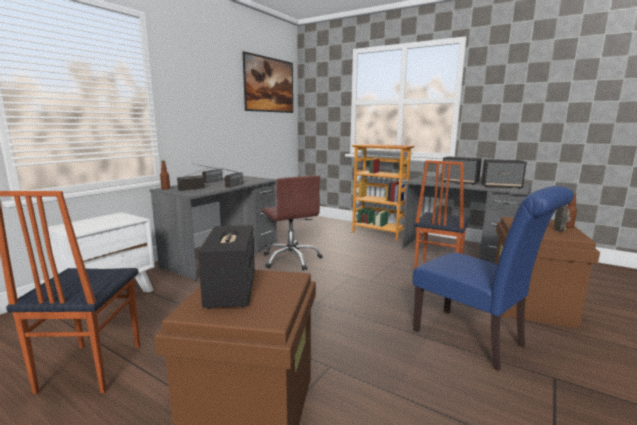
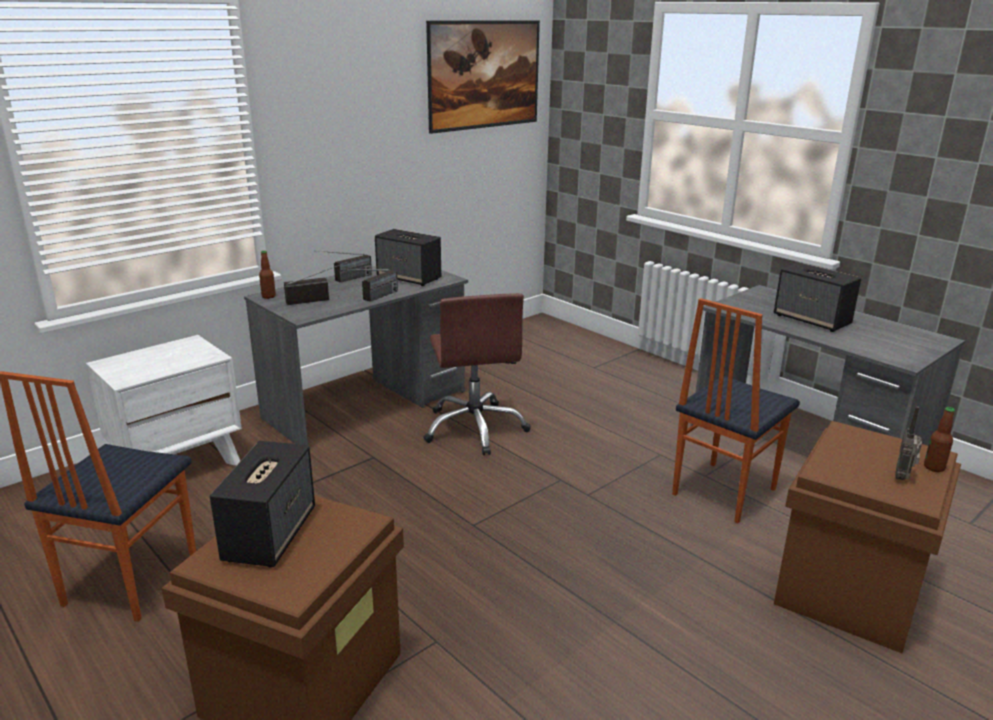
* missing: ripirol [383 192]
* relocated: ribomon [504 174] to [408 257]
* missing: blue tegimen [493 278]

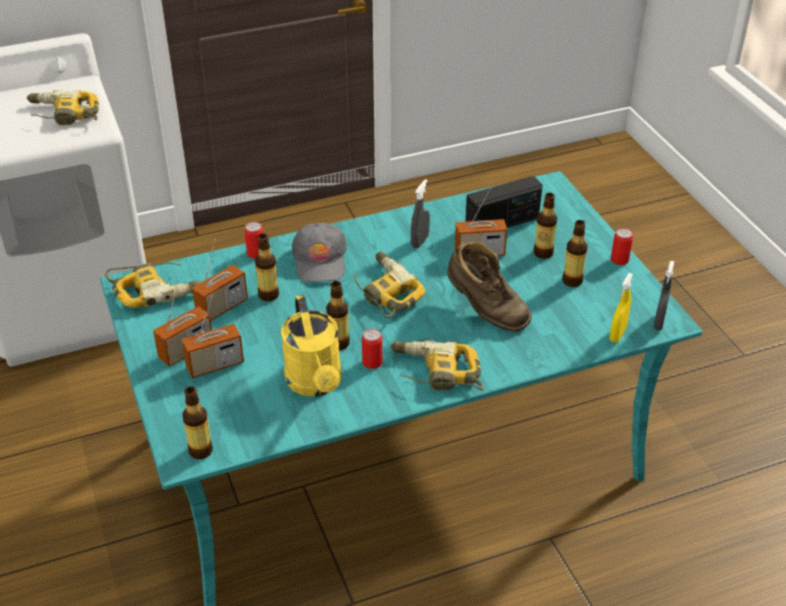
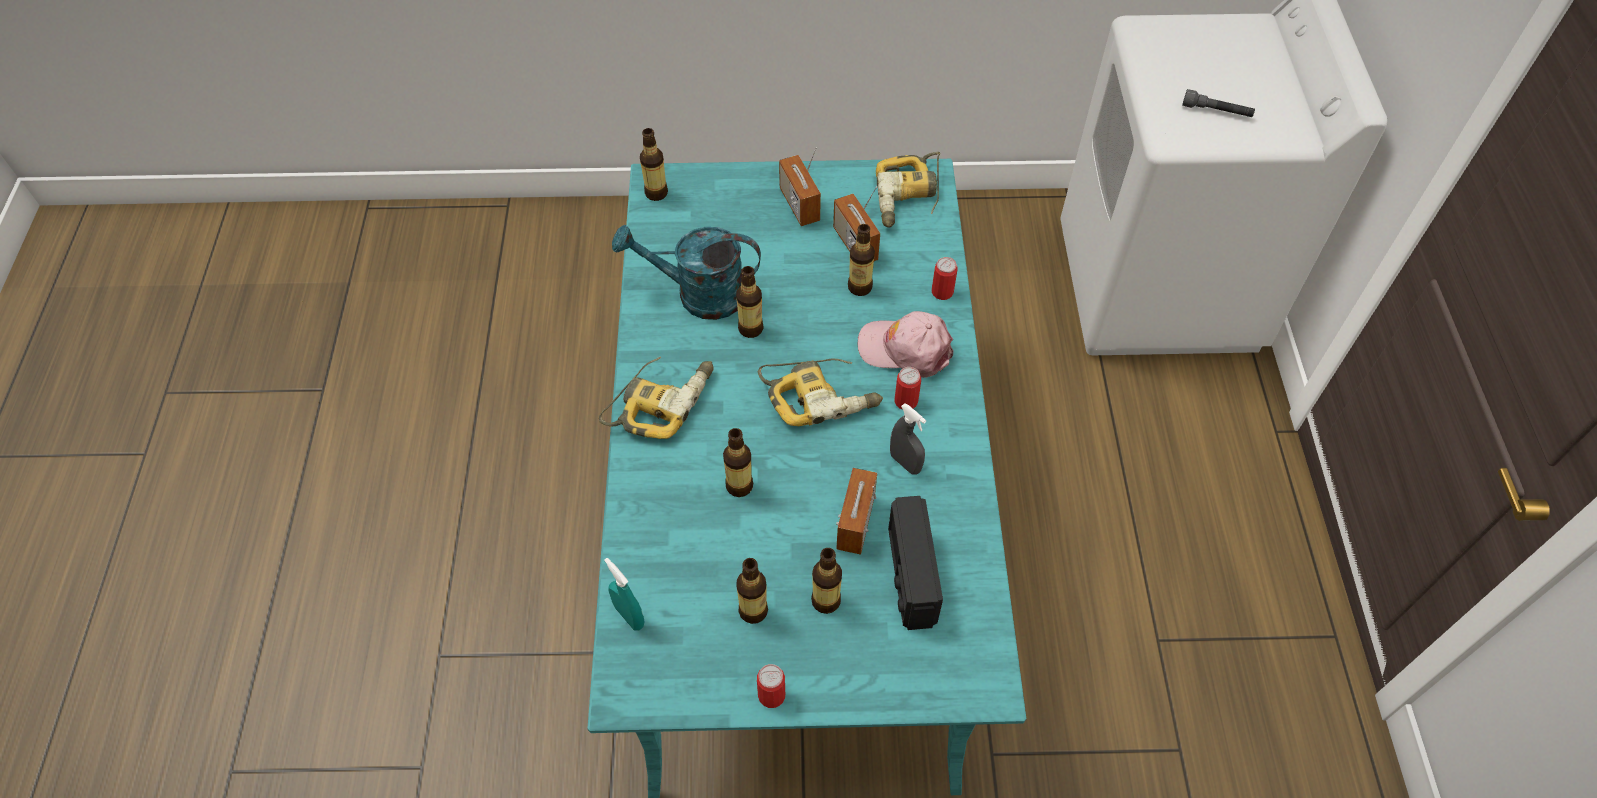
* exchanged: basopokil [63 107] to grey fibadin [1218 103]
* colour: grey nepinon [319 252] to pink nepinon [906 344]
* exchanged: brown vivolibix [489 286] to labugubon [738 462]
* missing: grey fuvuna [663 295]
* colour: yellow fuvuna [621 308] to turquoise fuvuna [624 594]
* missing: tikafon [213 336]
* colour: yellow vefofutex [311 346] to turquoise vefofutex [686 272]
* relocated: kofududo [372 349] to [908 388]

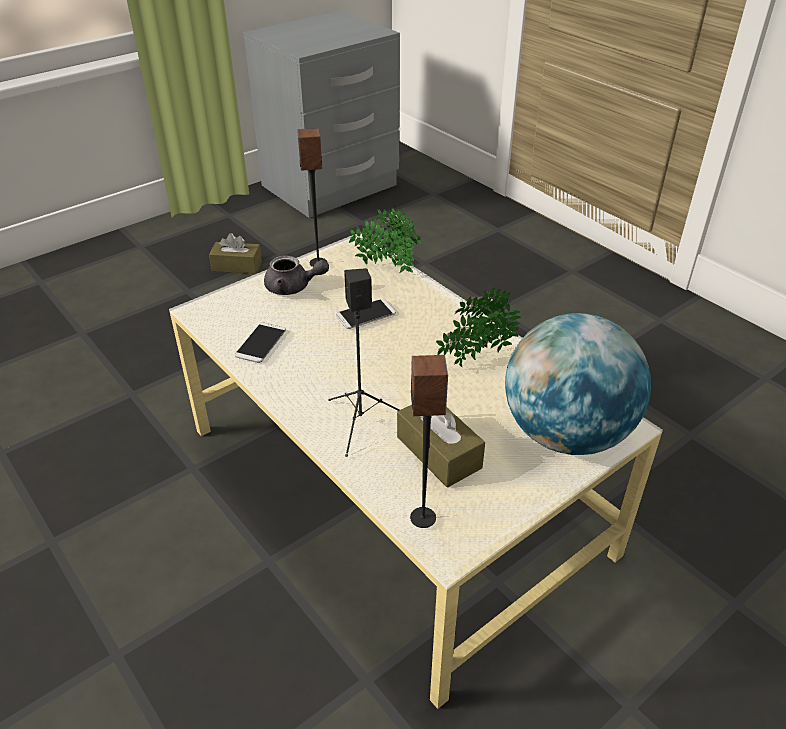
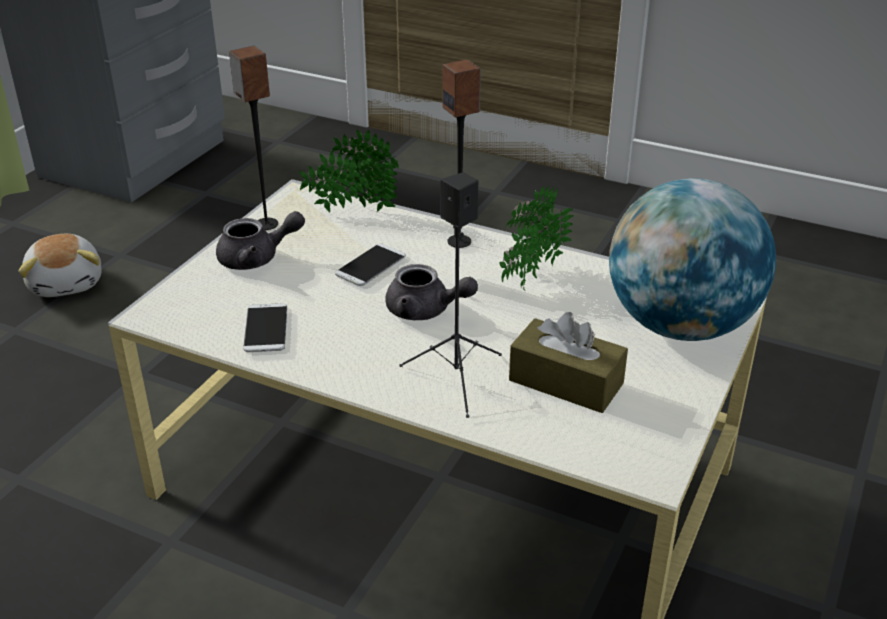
* exchanged: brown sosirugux [235 253] to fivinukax [60 265]
* relocated: ribomon [429 441] to [462 154]
* appeared: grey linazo [431 292]

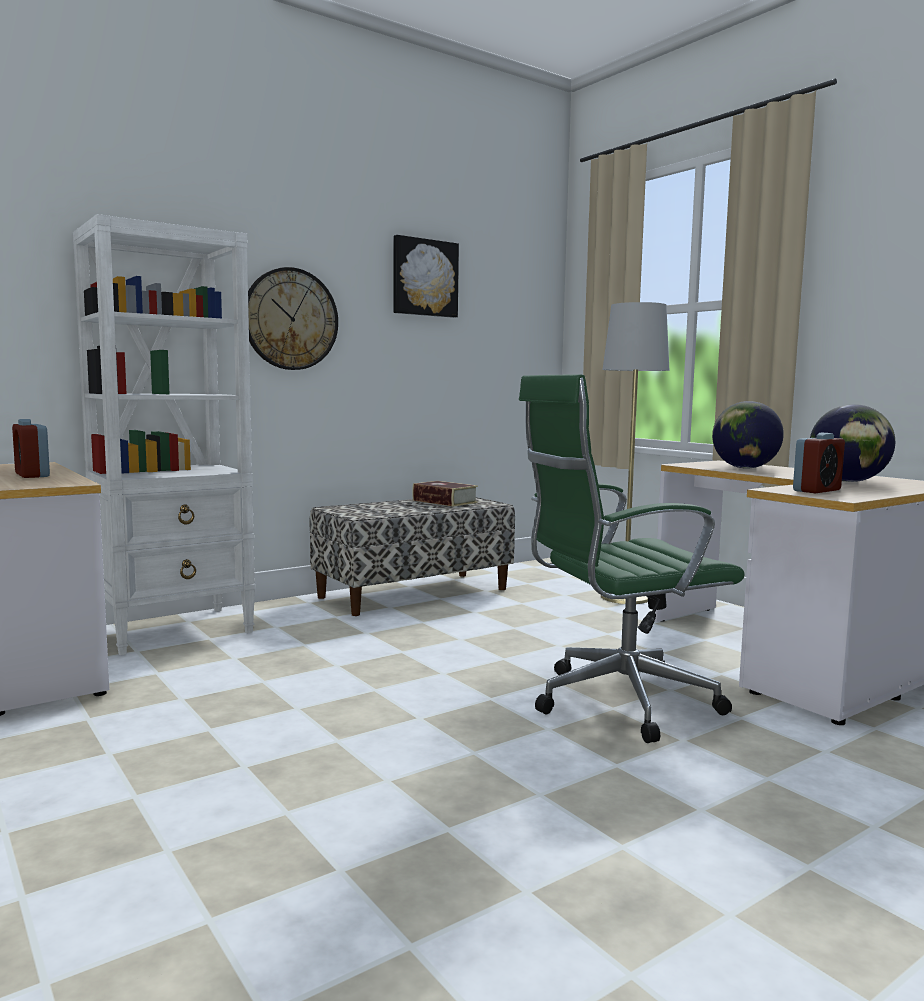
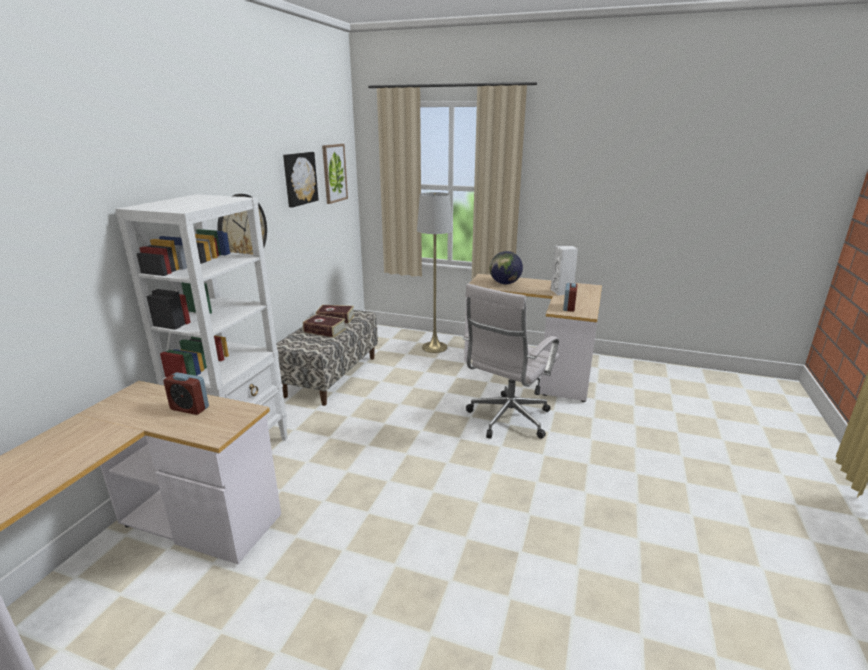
* colour: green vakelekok [632 558] to white vakelekok [511 361]
* exchanged: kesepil [852 443] to white ribomon [564 270]
* appeared: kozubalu [335 174]
* appeared: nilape [324 326]

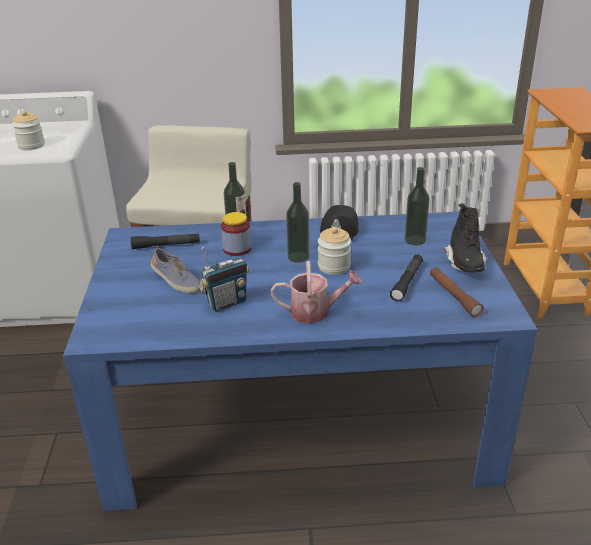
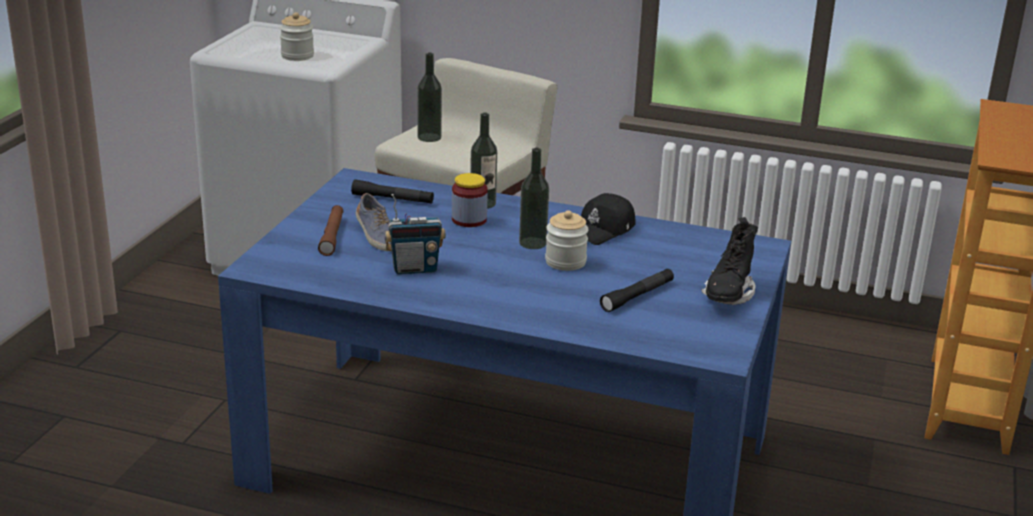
* relocated: labugubon [417 206] to [429 97]
* missing: vefofutex [316 292]
* relocated: brown fibadin [456 292] to [330 230]

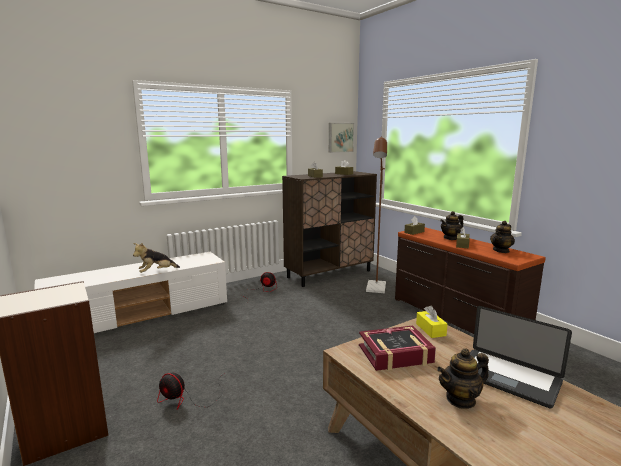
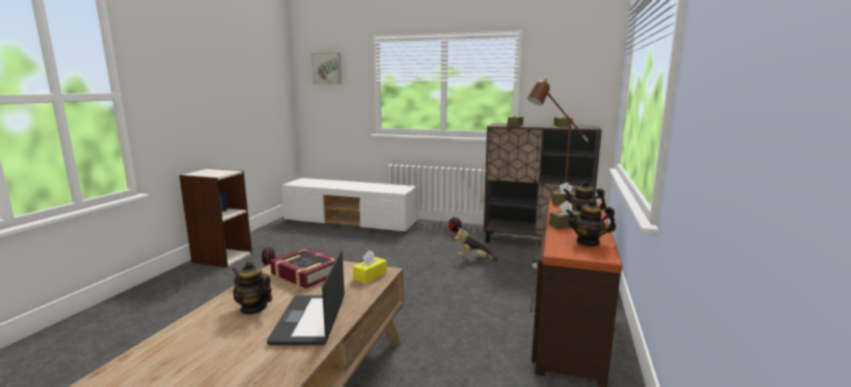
* relocated: kozubalu [341 138] to [326 68]
* relocated: fivinukax [156 258] to [476 244]

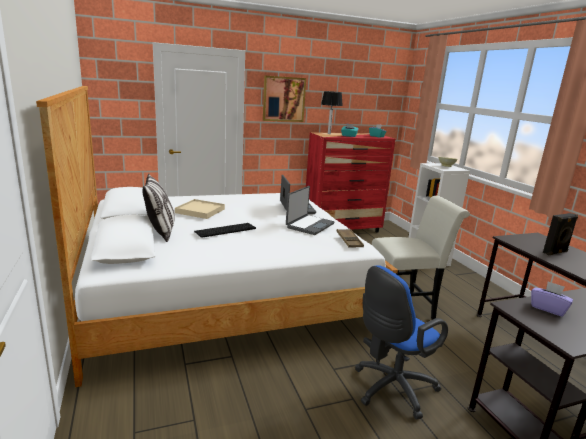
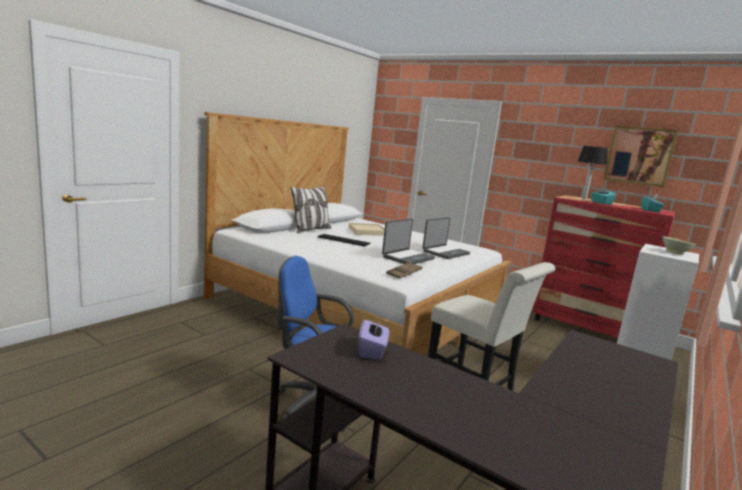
* relocated: kozubalu [284 98] to [641 156]
* spun: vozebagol [310 210] = [408 241] 45 degrees counterclockwise
* missing: black ribomon [560 234]

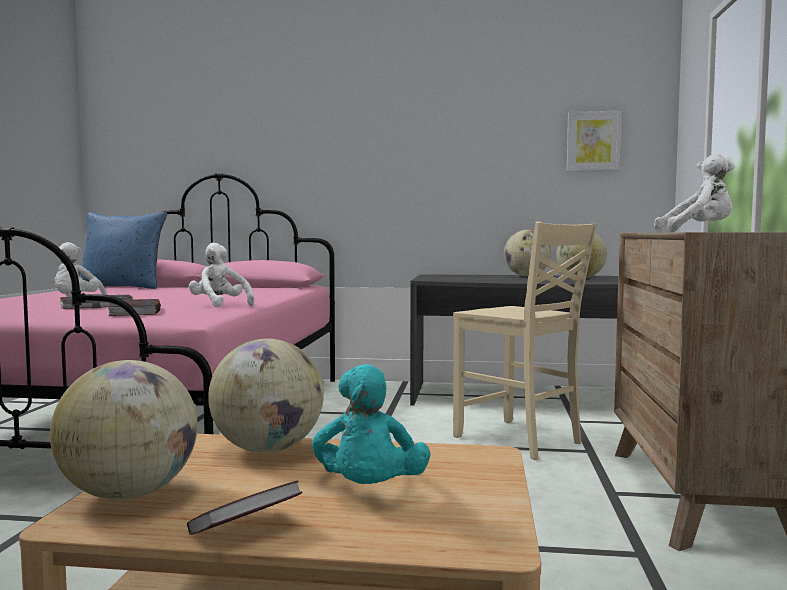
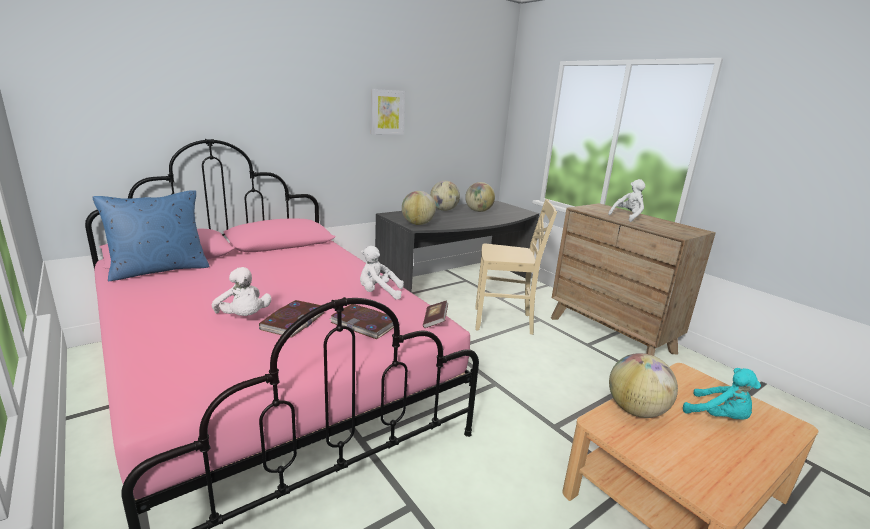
* relocated: kozubalu [594 141] to [388 112]
* relocated: kesepil [124 430] to [419 208]
* relocated: nilape [245 508] to [435 314]

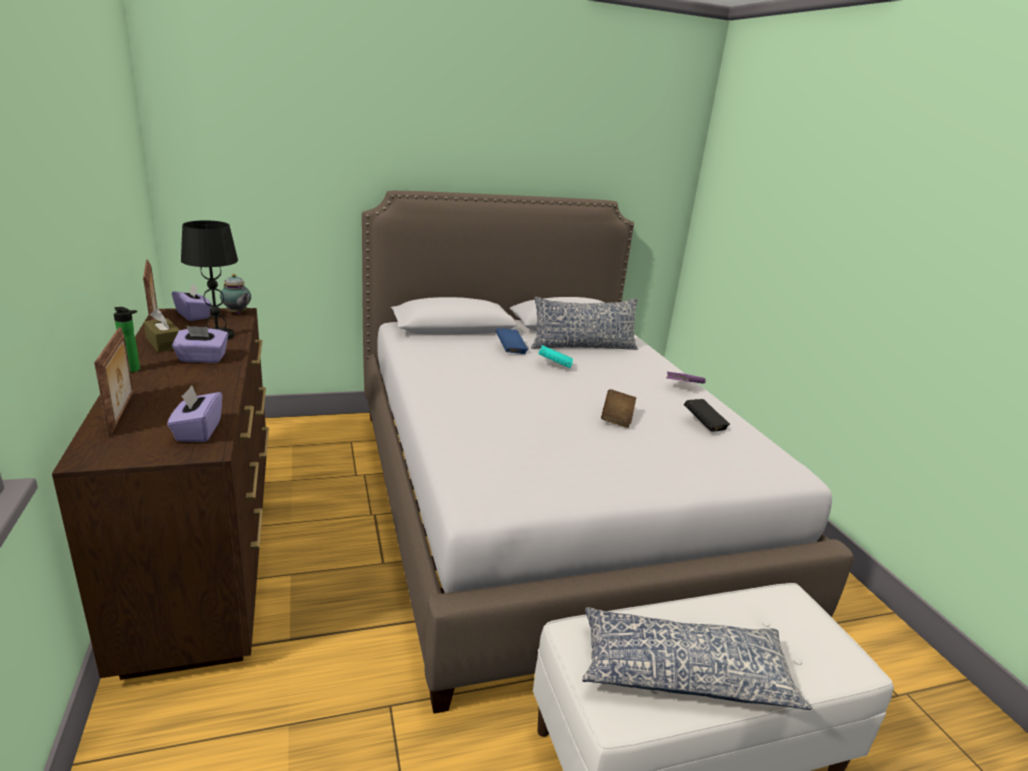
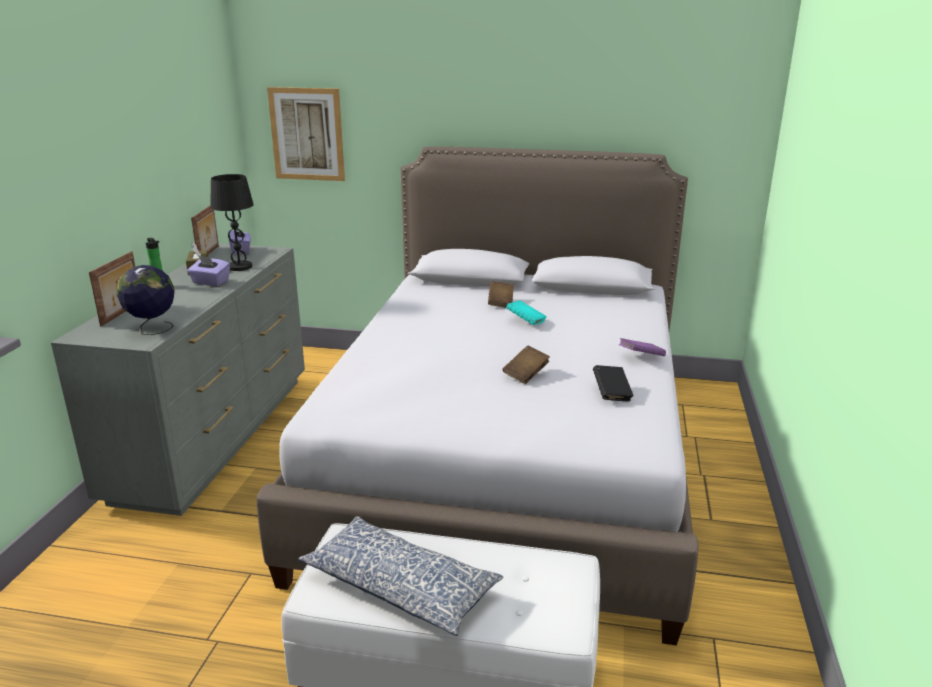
* missing: linazo [235 294]
* missing: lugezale [584 323]
* colour: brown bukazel [160 494] to grey bukazel [178 380]
* colour: blue nilape [511 341] to brown nilape [501 294]
* exchanged: purple sosirugux [194 413] to kesepil [145 300]
* appeared: kozubalu [306 134]

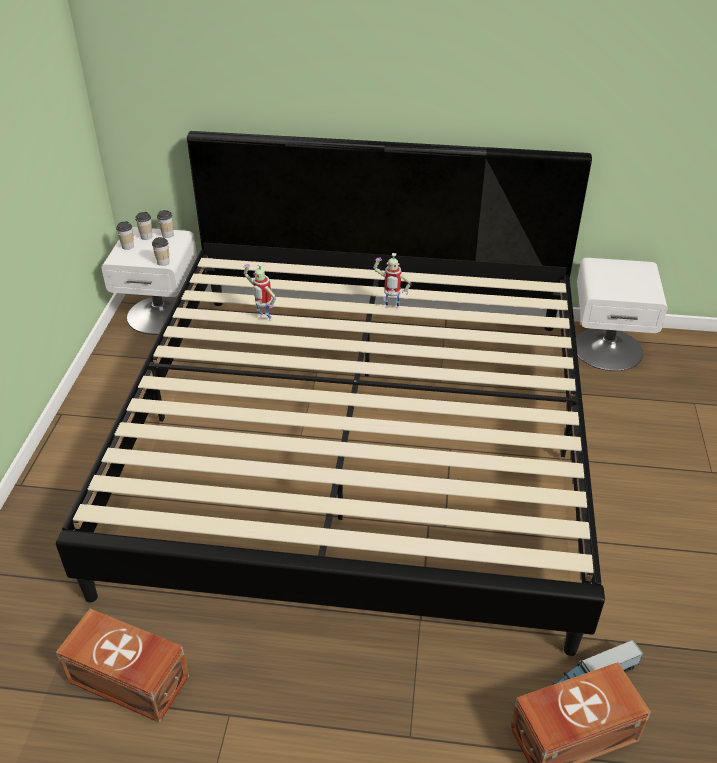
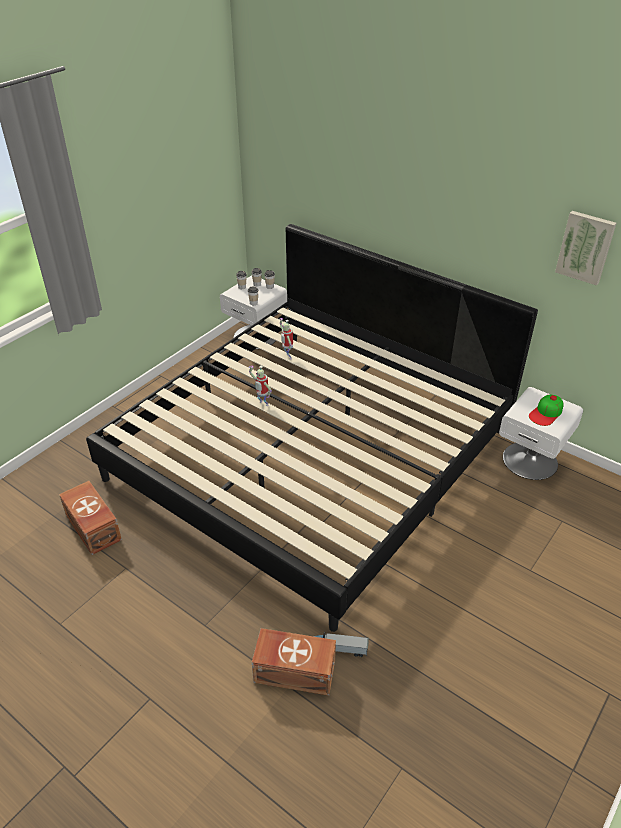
* relocated: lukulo [392 281] to [260 386]
* appeared: kozubalu [586 248]
* appeared: nepinon [546 410]

